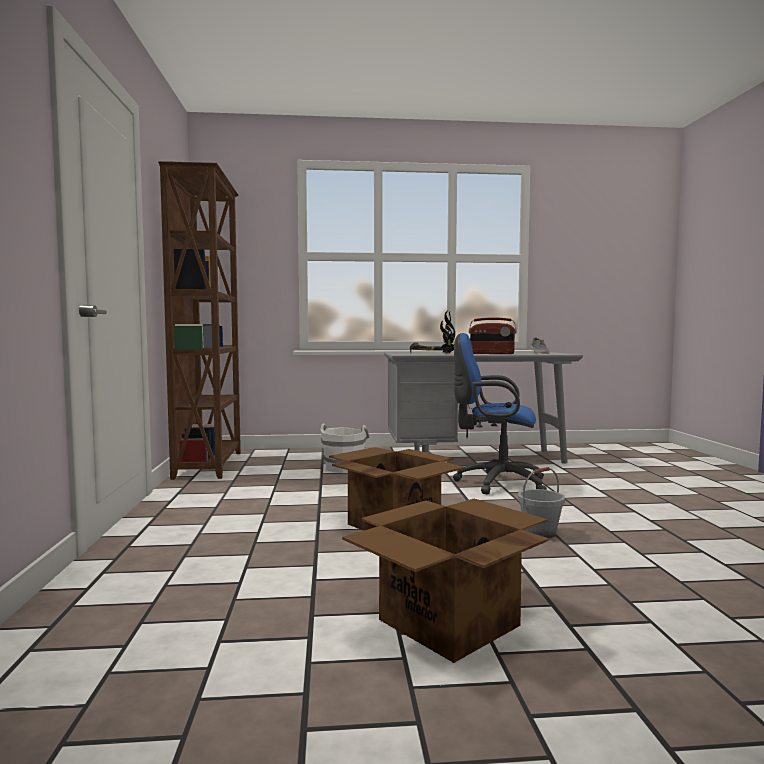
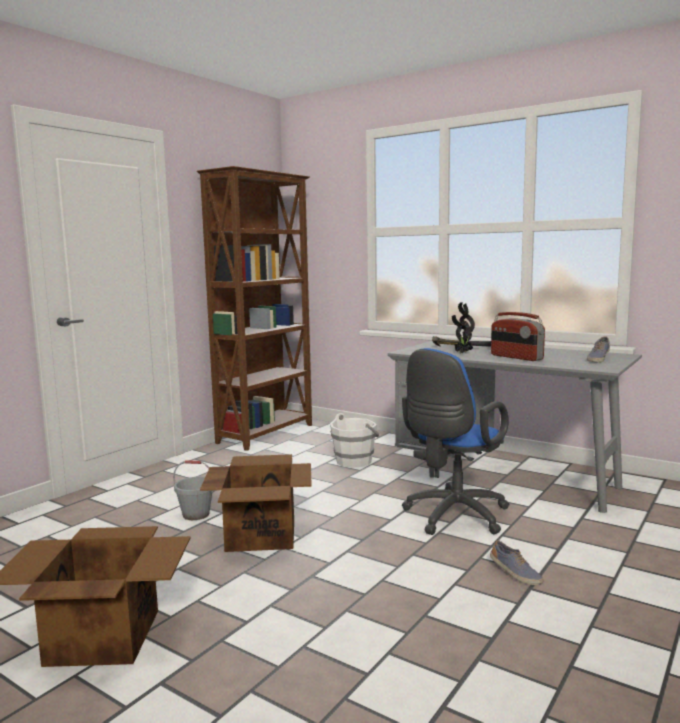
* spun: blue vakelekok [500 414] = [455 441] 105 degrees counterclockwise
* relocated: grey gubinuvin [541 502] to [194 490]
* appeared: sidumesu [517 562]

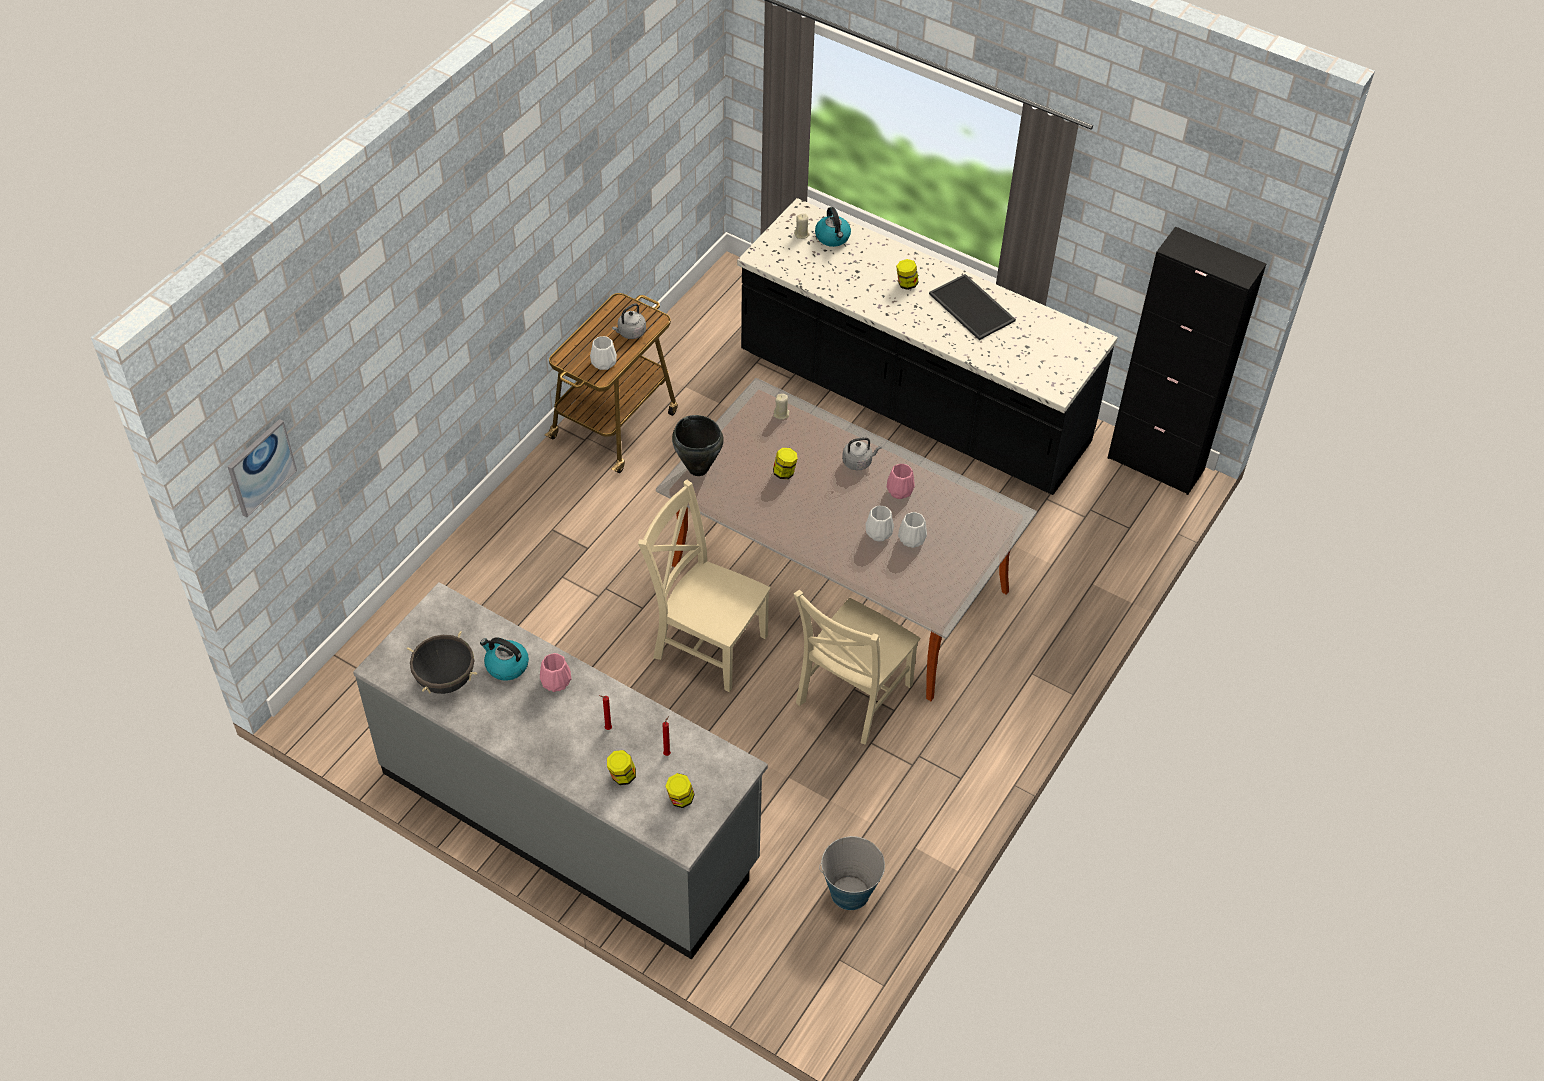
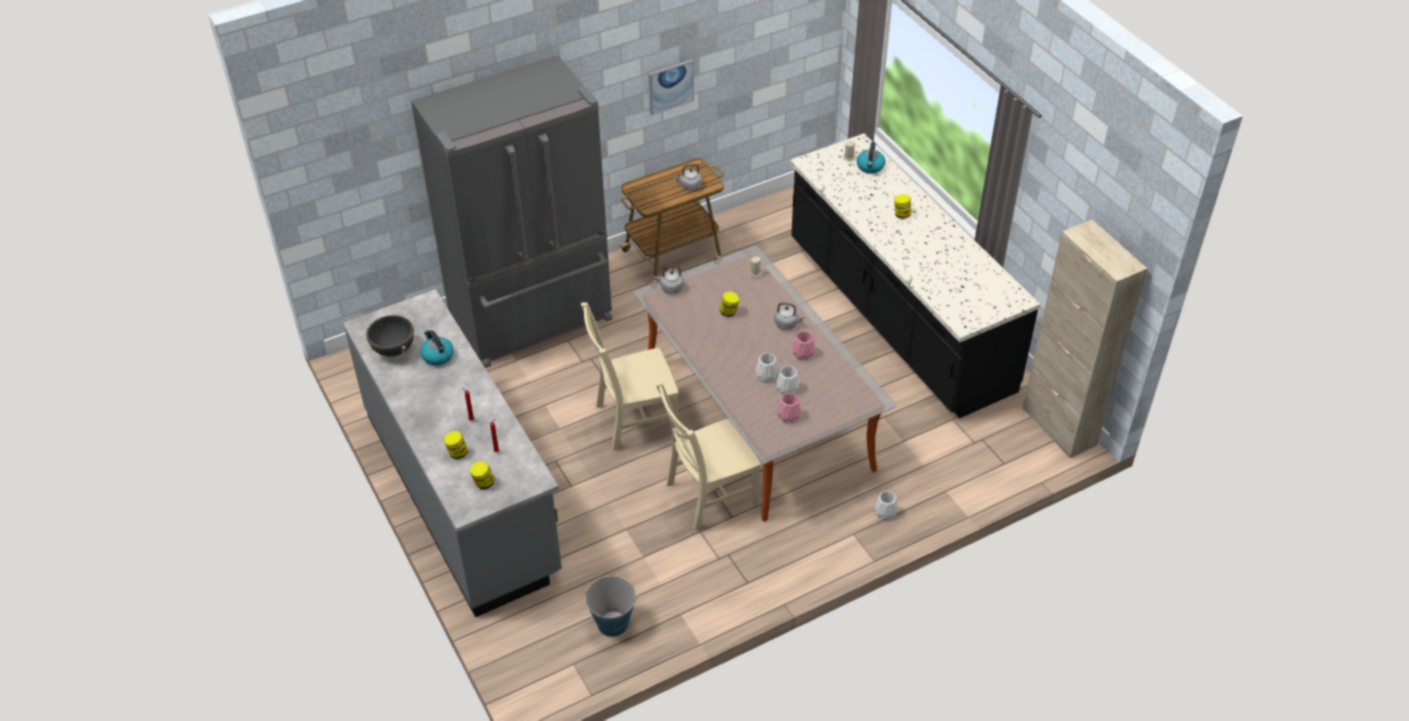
* colour: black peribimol [1187 361] to beige peribimol [1085 339]
* missing: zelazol [972 307]
* relocated: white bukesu [603 353] to [886 505]
* exchanged: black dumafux [698 445] to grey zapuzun [668 280]
* relocated: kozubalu [262 468] to [671 87]
* spun: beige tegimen [704 586] = [630 376] 75 degrees counterclockwise
* relocated: pink bukesu [556 672] to [789 408]
* appeared: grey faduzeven [511 211]

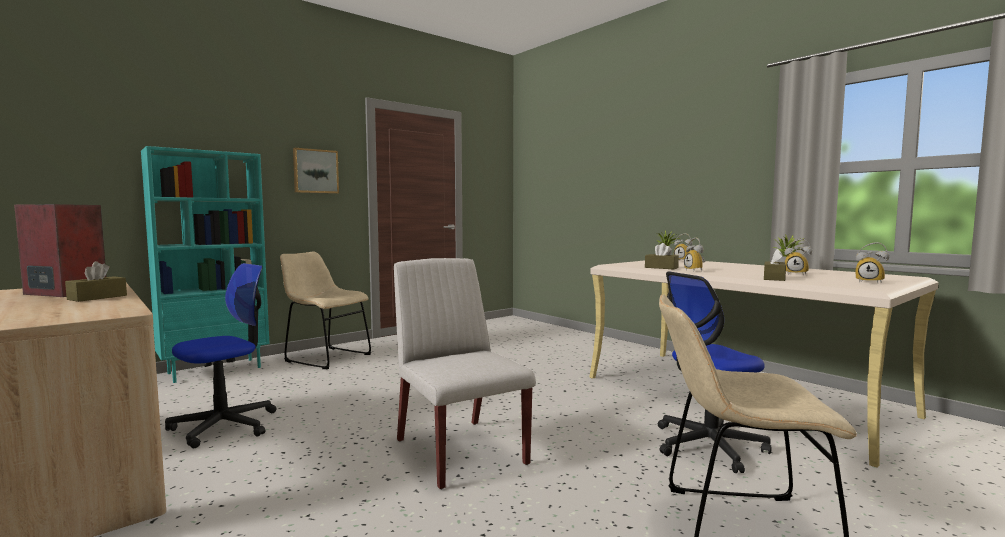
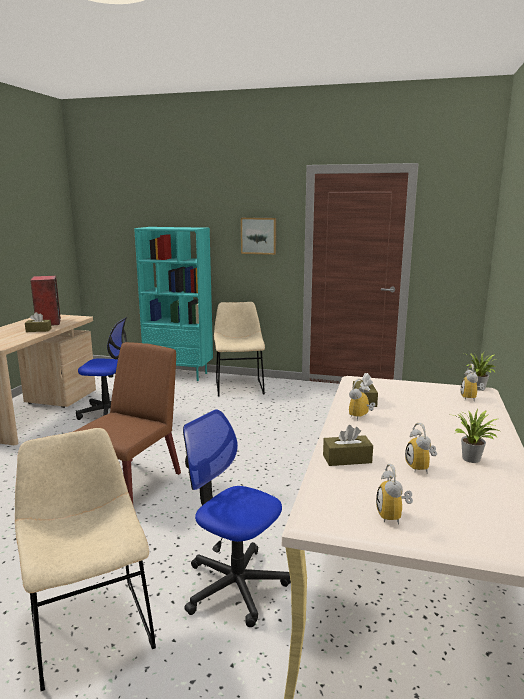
* colour: white tegimen [465 374] to brown tegimen [127 422]

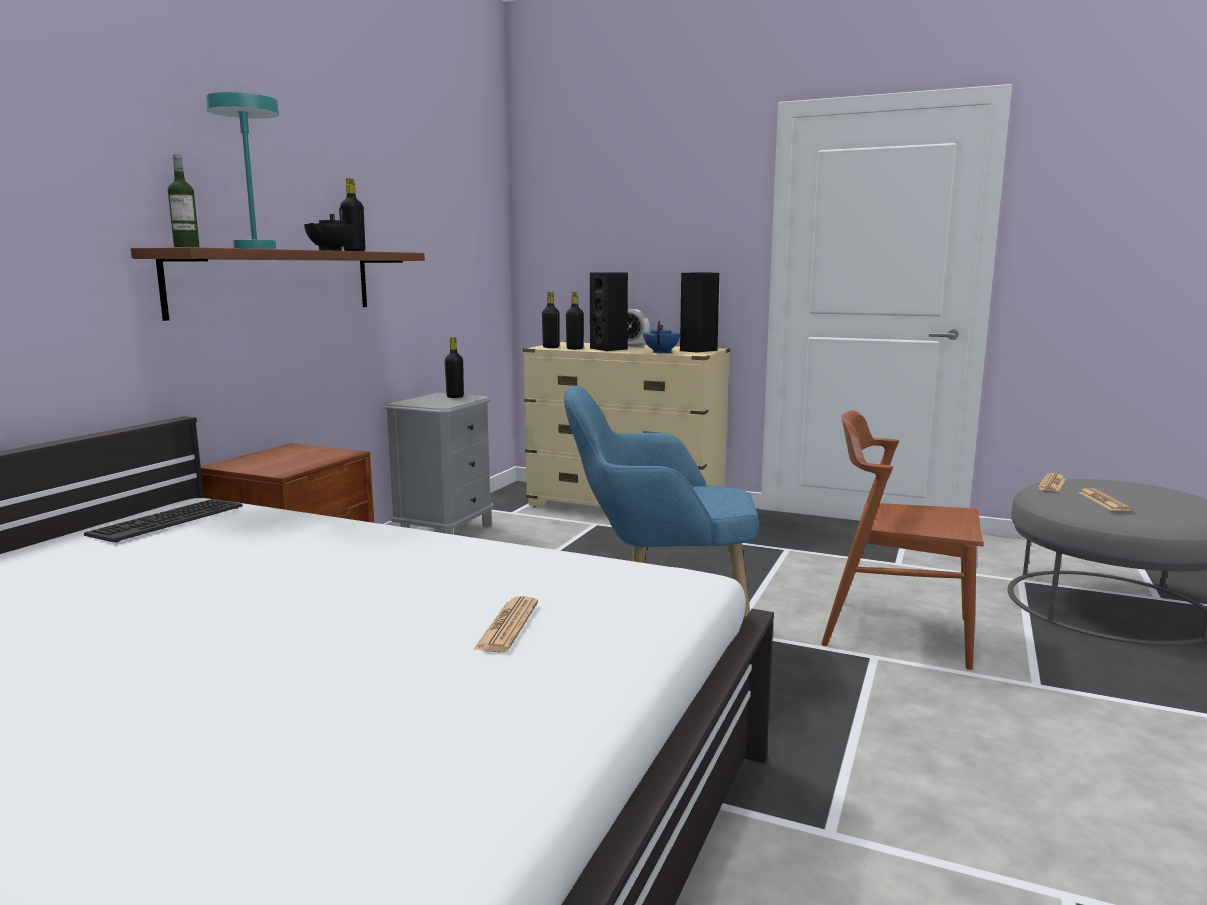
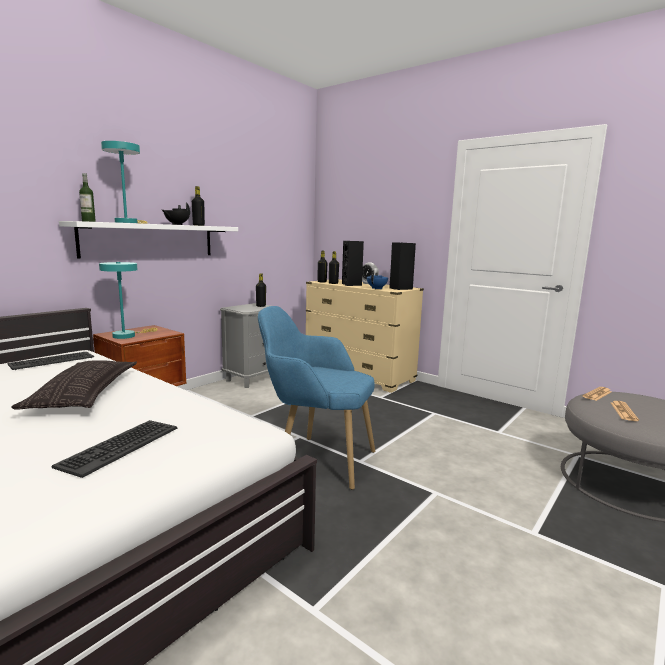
* colour: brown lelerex [278 284] to white lelerex [148 239]
* missing: brown tegimen [902 540]
* exchanged: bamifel [505 624] to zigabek [114 449]
* appeared: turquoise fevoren [128 300]
* appeared: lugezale [74 385]

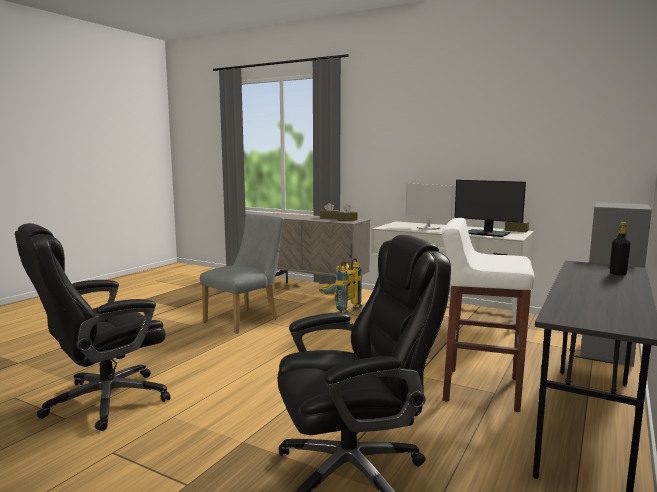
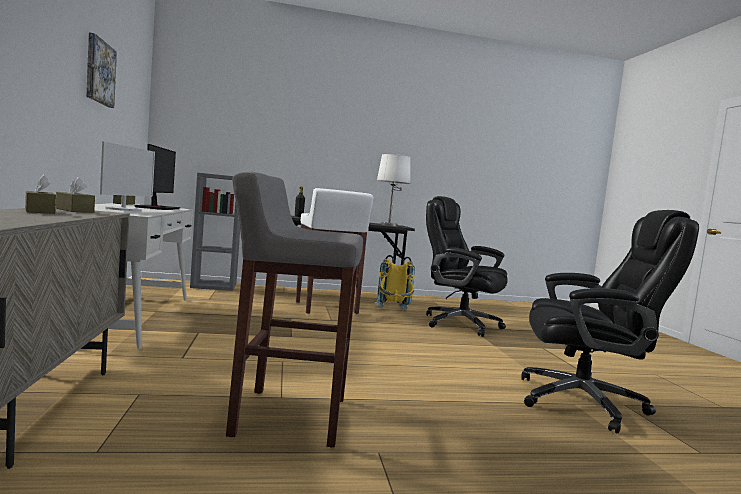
* exchanged: grey tegimen [242 273] to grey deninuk [294 309]
* relocated: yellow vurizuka [340 286] to [395 282]
* appeared: kozubalu [101 70]
* appeared: white fevoren [394 190]

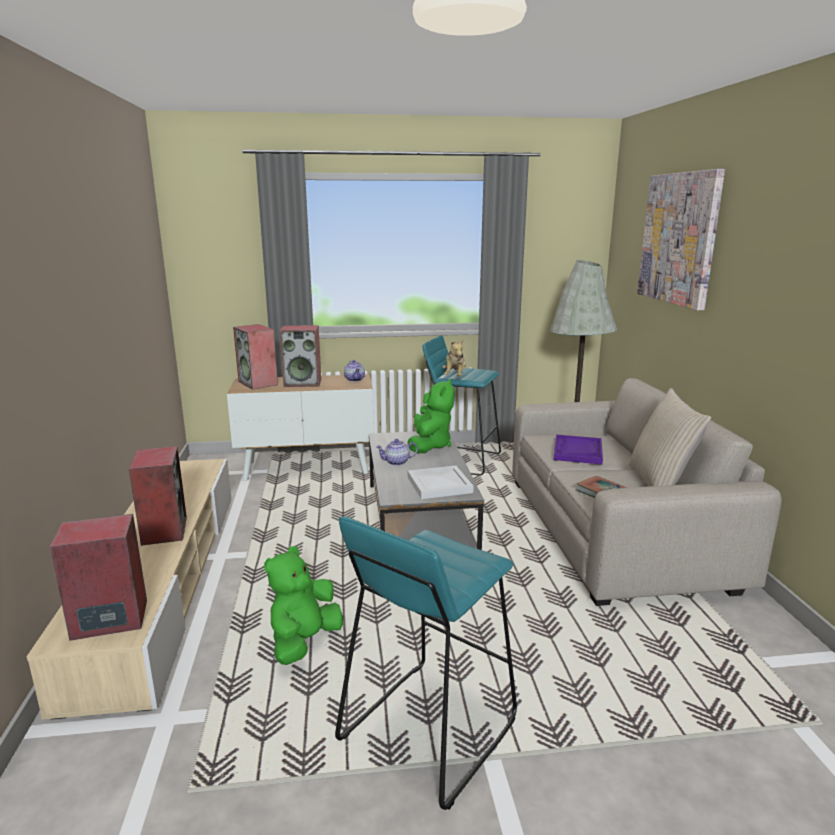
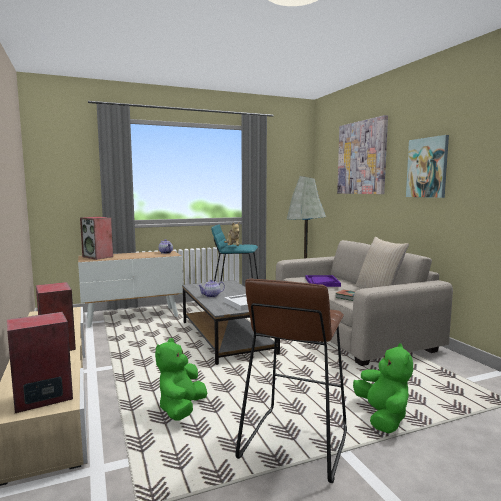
* missing: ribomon [300 356]
* relocated: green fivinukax [430 416] to [383 388]
* colour: turquoise deninuk [426 663] to brown deninuk [291 381]
* appeared: kozubalu [427 166]

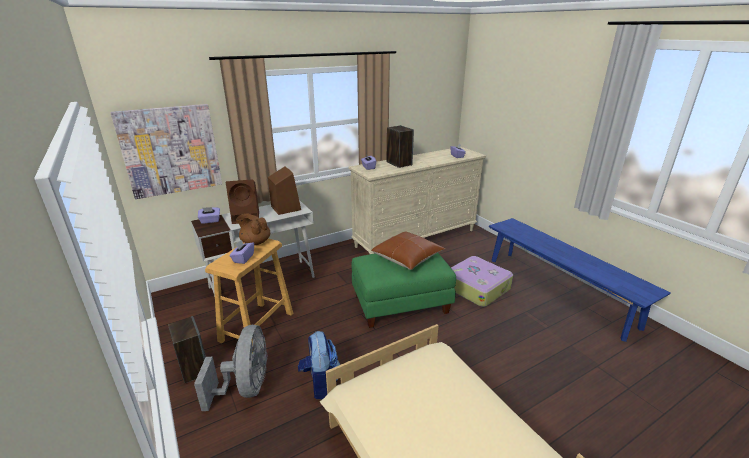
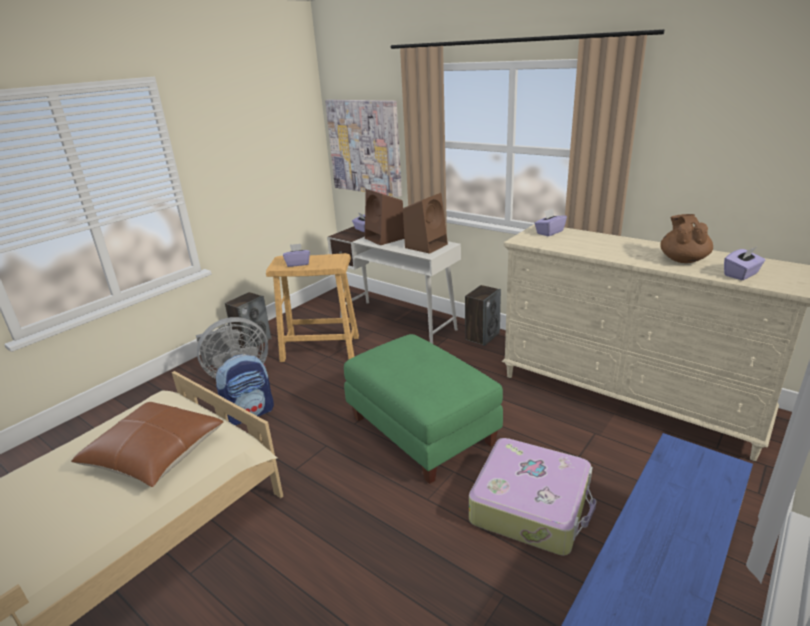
* relocated: ribomon [400 146] to [483 315]
* relocated: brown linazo [253 229] to [686 238]
* relocated: brown lugezale [408 251] to [147 444]

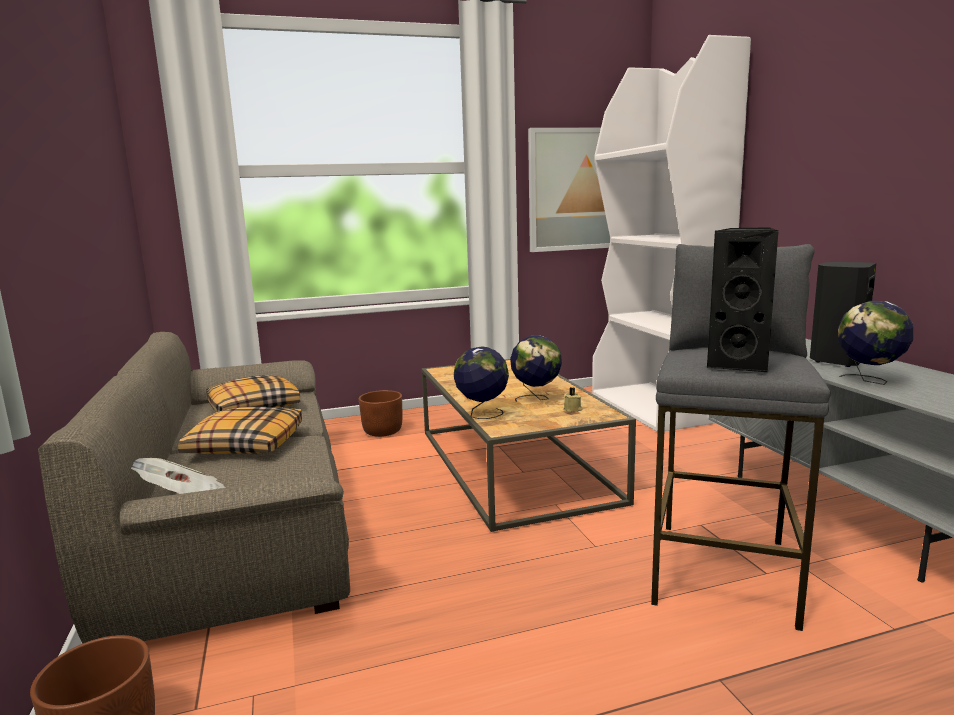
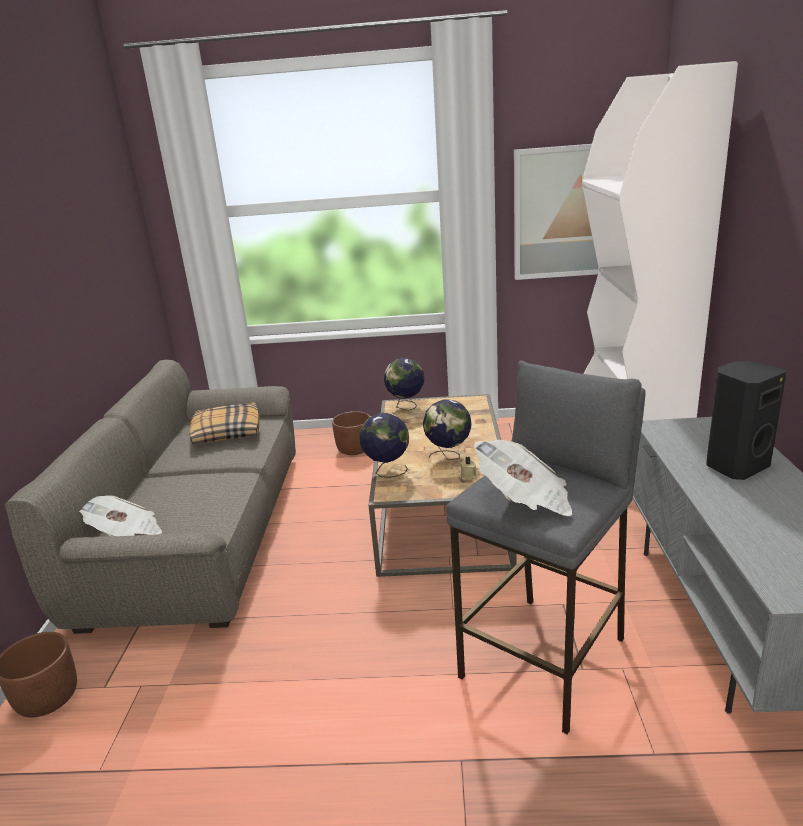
* exchanged: black ribomon [743 299] to bamifel [523 478]
* relocated: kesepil [875 343] to [404 384]
* missing: lugezale [240 430]

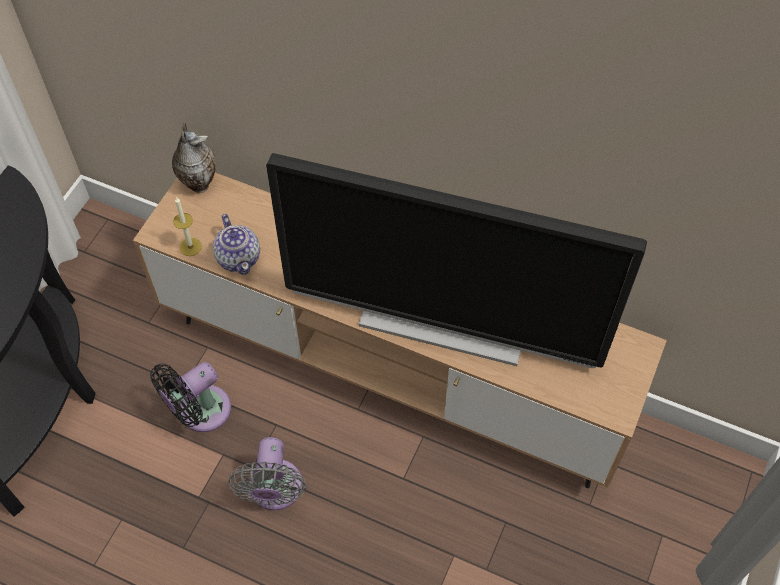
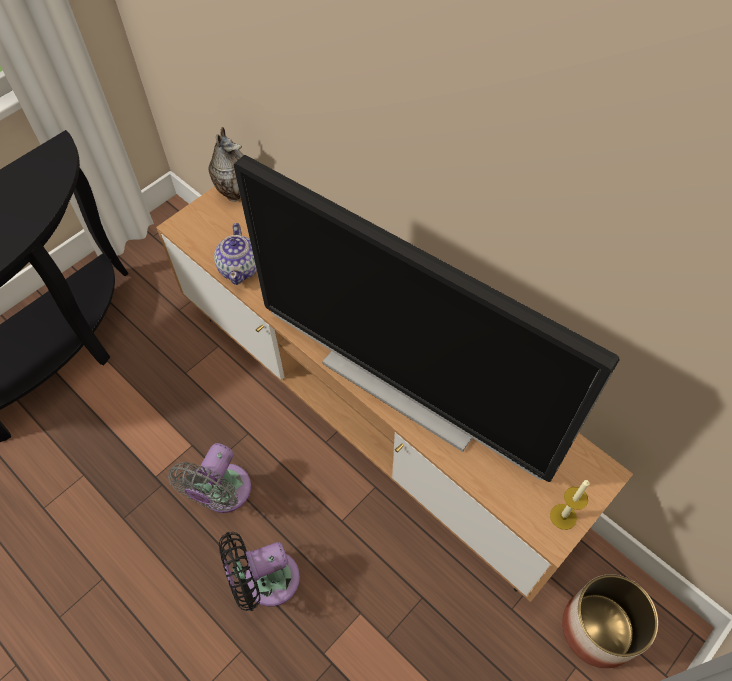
* relocated: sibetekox [187 226] to [570 505]
* relocated: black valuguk [190 397] to [259 571]
* appeared: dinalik [610 621]

